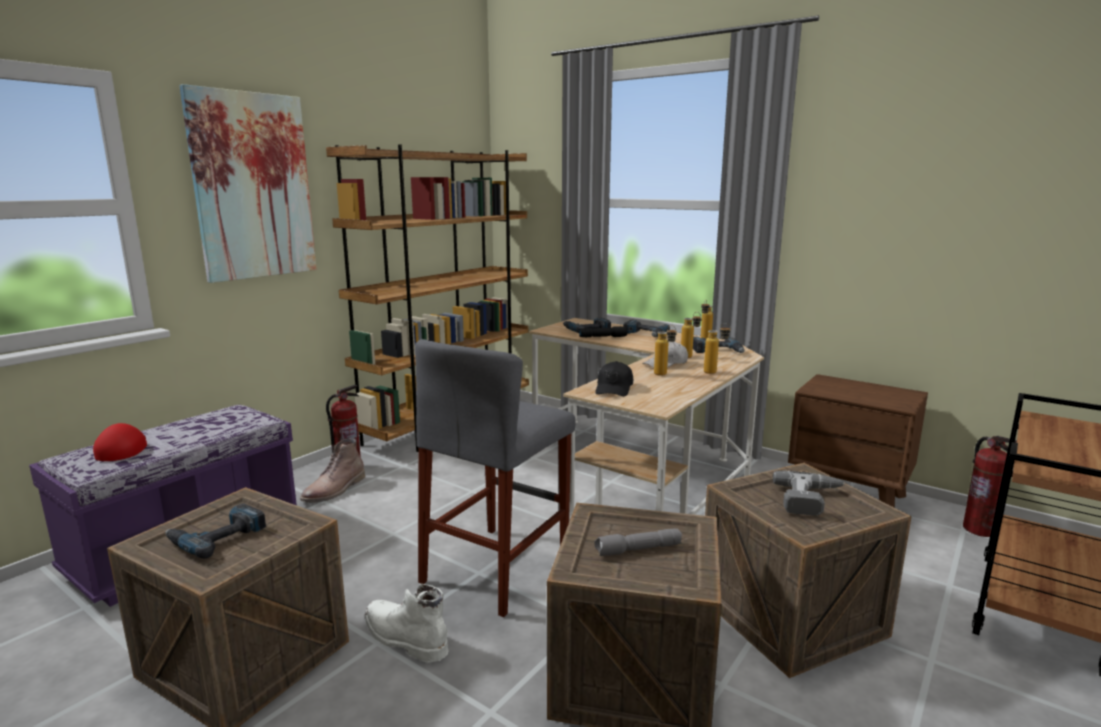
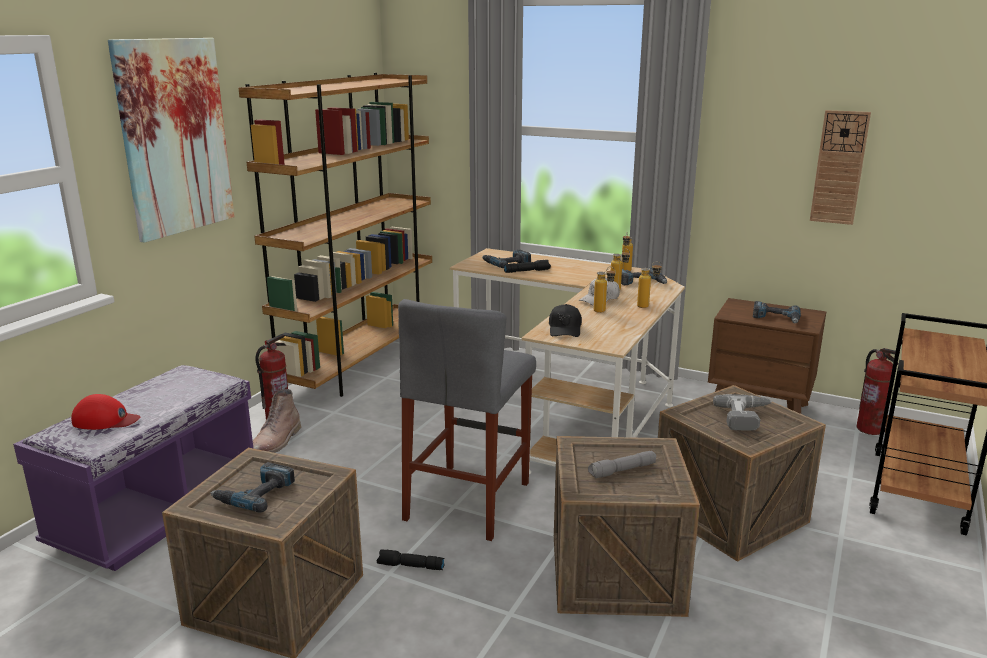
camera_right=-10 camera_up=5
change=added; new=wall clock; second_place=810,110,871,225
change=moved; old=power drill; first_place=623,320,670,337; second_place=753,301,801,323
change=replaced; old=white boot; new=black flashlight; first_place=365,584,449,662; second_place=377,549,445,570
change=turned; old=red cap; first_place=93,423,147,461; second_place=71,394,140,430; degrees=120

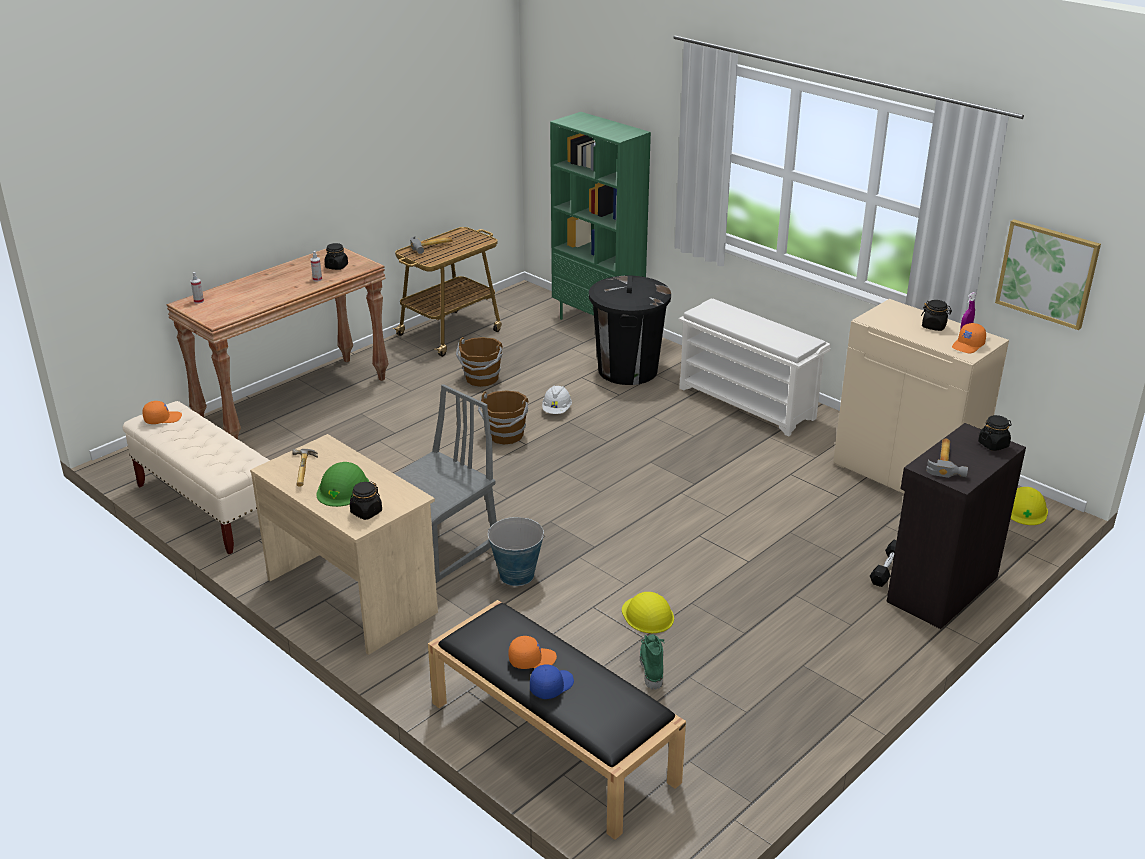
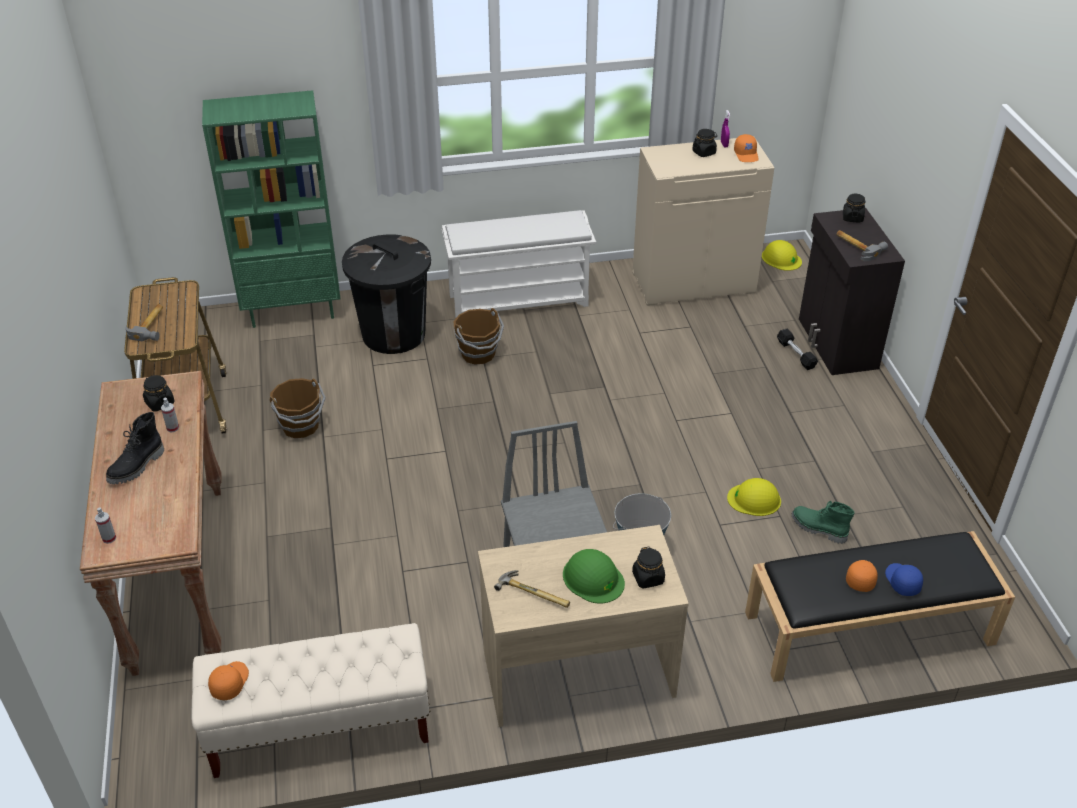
camera_right=-55 camera_up=10
change=removed; old=white hard hat; first_place=542,385,572,414
change=removed; old=picture; first_place=995,219,1101,330
change=added; new=black boot; second_place=106,412,164,484
change=moved; old=brown bucket; first_place=478,390,528,445; second_place=453,308,504,365

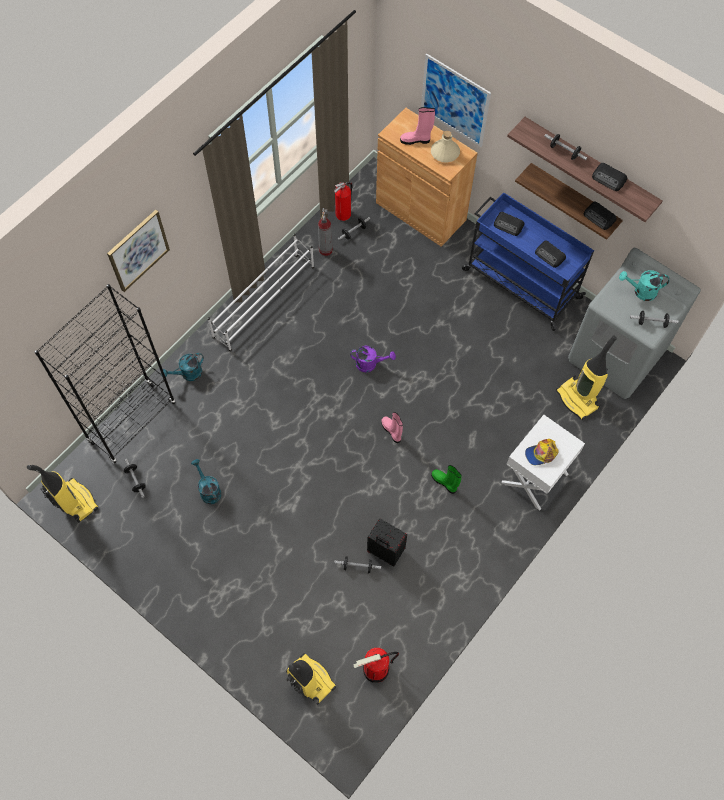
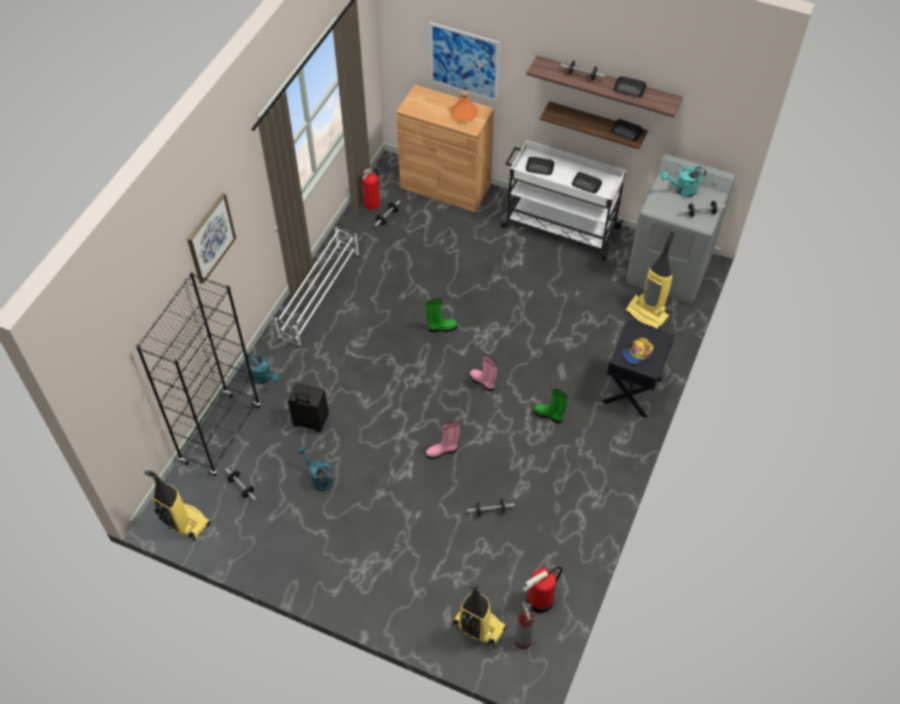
camera_right=-15 camera_up=-10
change=moved; old=fire extinguisher; first_place=318,208,333,256; second_place=515,602,535,649
change=moved; old=black suitcase; first_place=367,519,407,566; second_place=288,383,329,433
change=moved; old=pink boot; first_place=400,107,435,145; second_place=426,421,460,459
change=replaced; old=purple watering can; new=green boot; first_place=350,346,396,372; second_place=426,299,458,332
change=recoloured; old=beige bottle; new=orange bottle; first_place=431,131,460,162; second_place=450,90,478,122
change=recoloured; old=blue cart; new=white cart; first_place=462,192,594,331; second_place=501,140,626,261
change=recoloured; old=white nightstand; new=black nightstand; first_place=501,415,585,511; second_place=602,320,674,418
change=turned; old=turquoise watering can; first_place=162,353,204,381; second_place=247,352,280,384; degrees=-90

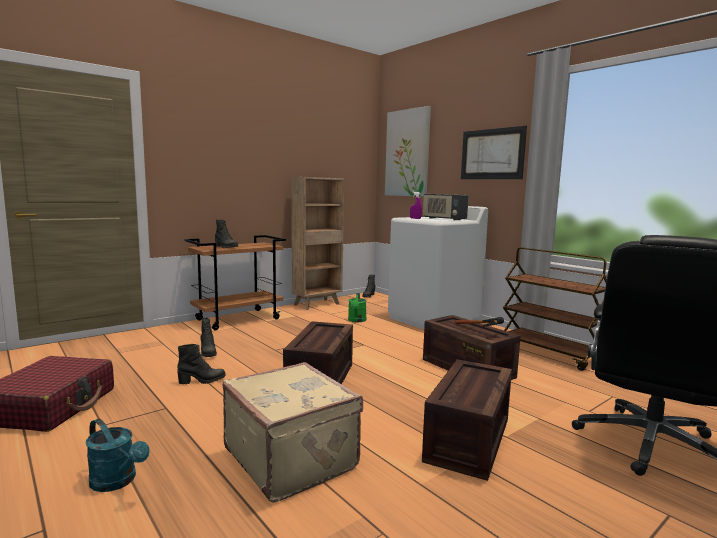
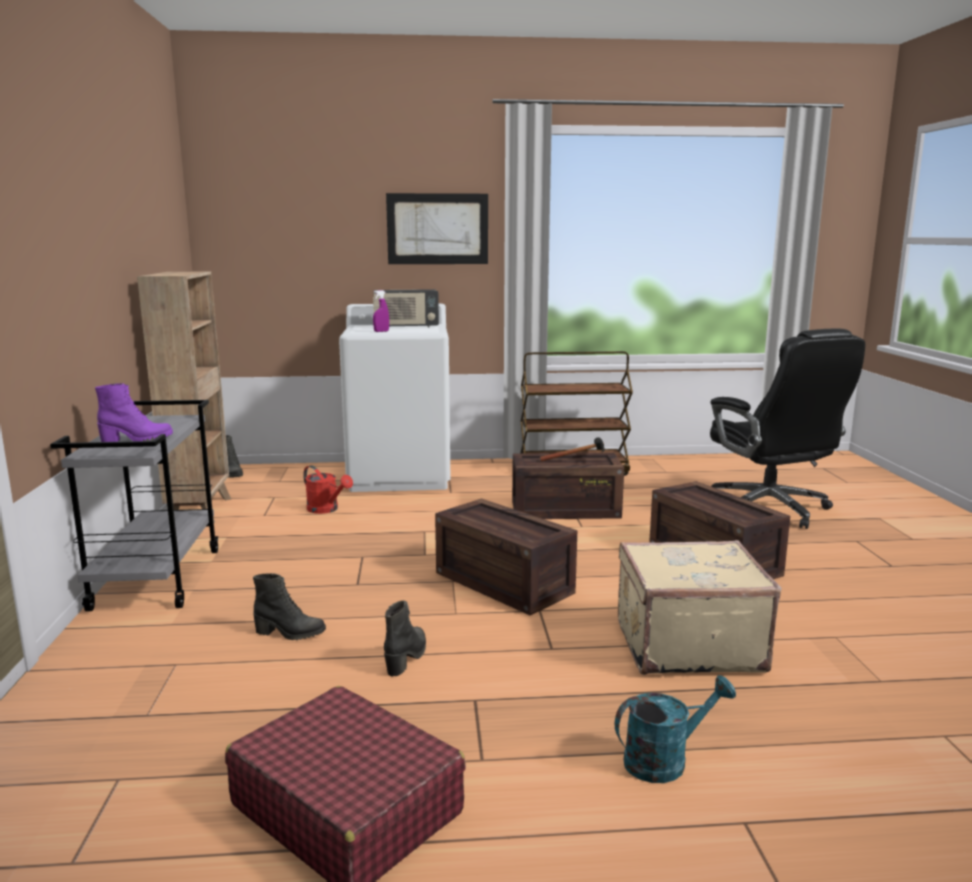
camera_right=-55 camera_up=5
change=removed; old=picture; first_place=385,106,431,197
change=recoloured; old=brown cart; new=grey cart; first_place=184,235,286,330; second_place=50,400,219,612
change=recoloured; old=black boot; new=purple boot; first_place=215,219,238,248; second_place=95,383,173,442
change=recoloured; old=green watering can; new=red watering can; first_place=348,293,366,322; second_place=303,465,353,514

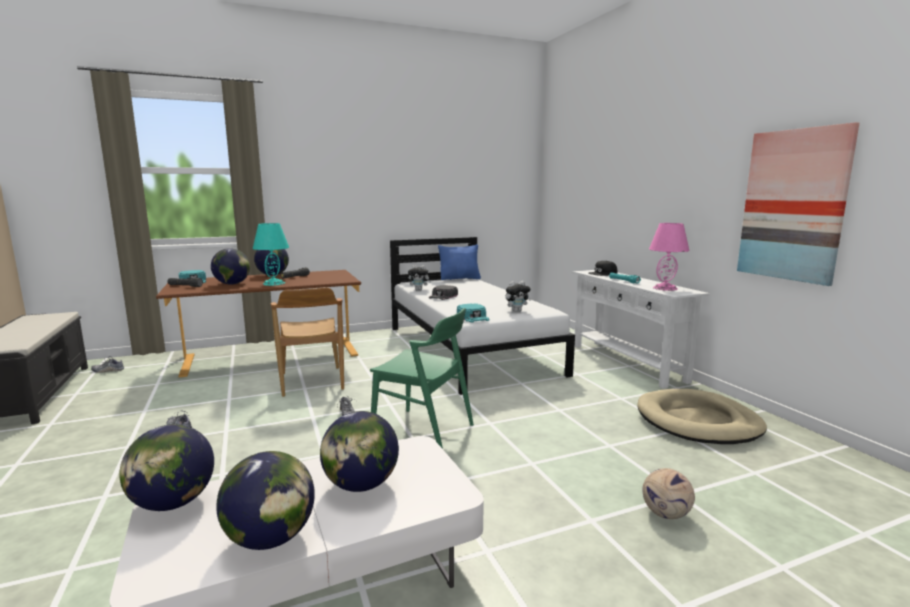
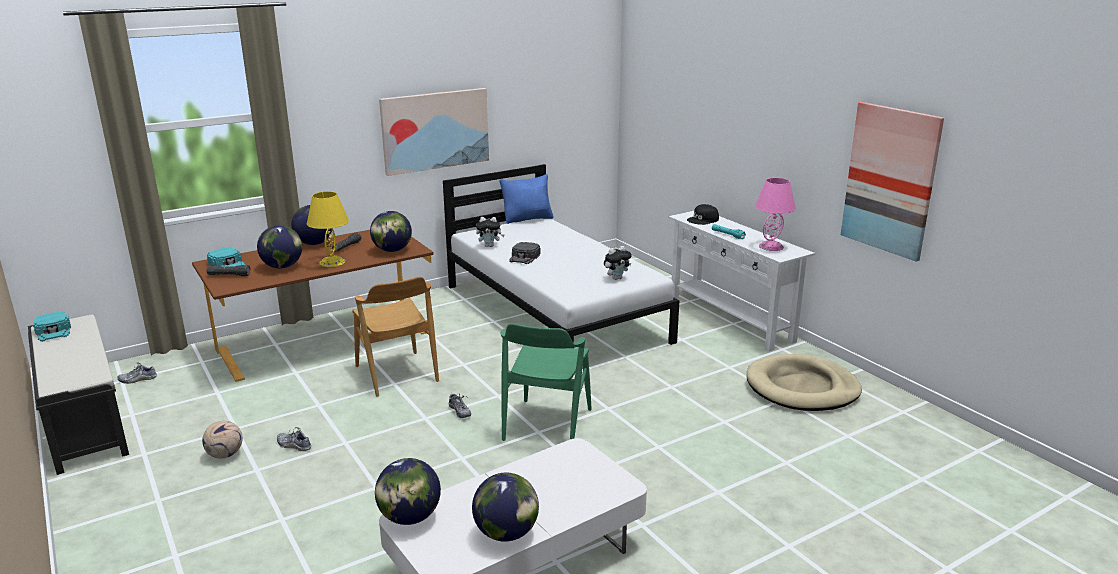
camera_right=-10 camera_up=10
change=added; new=picture; second_place=379,88,489,176
change=moved; old=globe; first_place=320,411,399,492; second_place=370,211,412,252
change=moved; old=turquoise cap; first_place=457,303,489,323; second_place=33,311,71,342
change=moved; old=football; first_place=642,468,695,519; second_place=202,421,243,459
change=recoloured; old=turquoise table lamp; new=yellow table lamp; first_place=253,223,289,286; second_place=307,191,349,267
change=turned; old=green chair; first_place=370,308,474,449; second_place=500,323,592,441; degrees=90

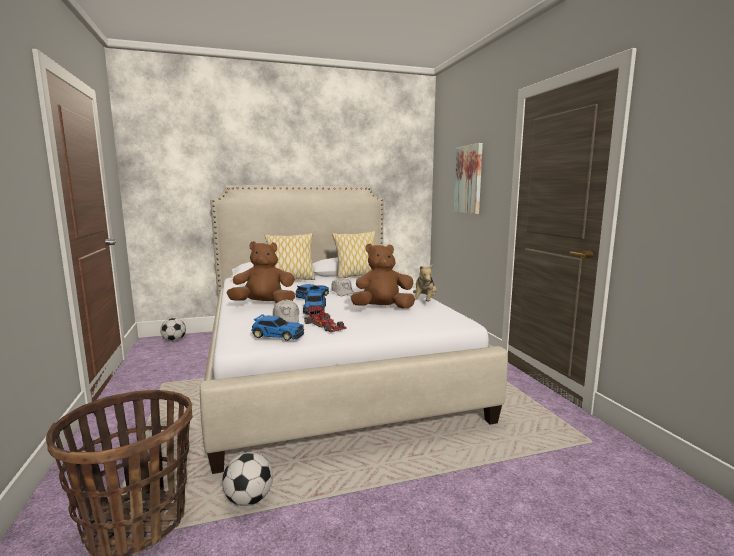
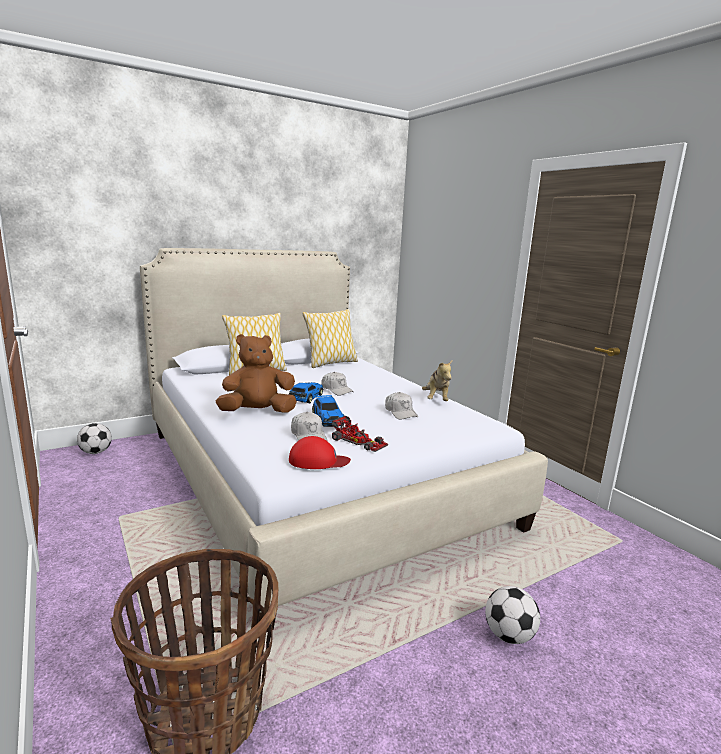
camera_right=-15 camera_up=5
change=removed; old=picture; first_place=454,143,483,214
change=moved; old=football; first_place=222,452,273,506; second_place=485,586,540,644
change=replaced; old=toy car; new=red cap; first_place=251,314,304,341; second_place=289,436,351,469
change=replaced; old=brown plush toy; new=white cap; first_place=351,244,415,309; second_place=385,392,419,420

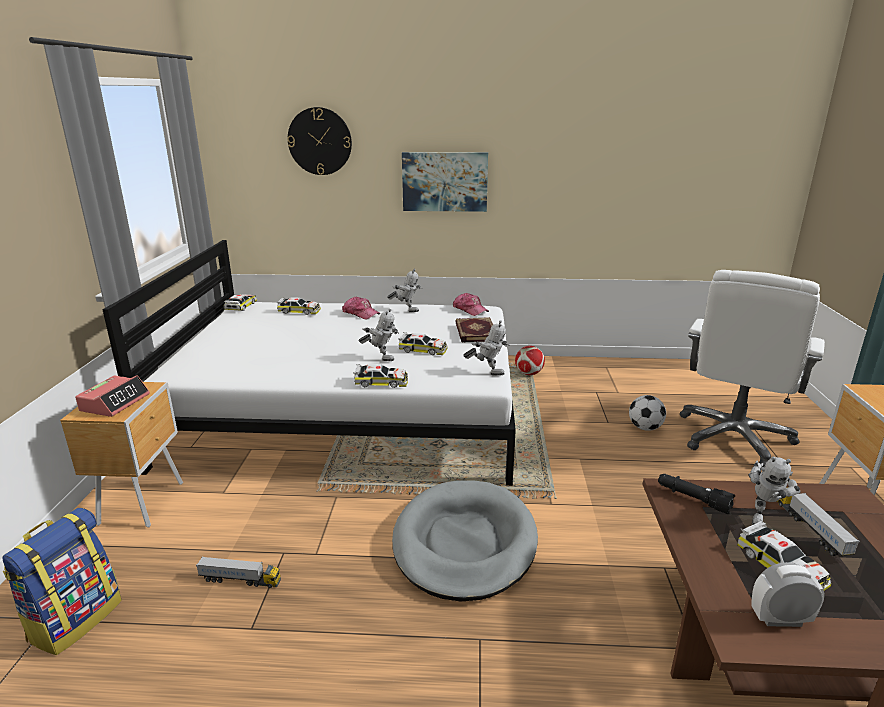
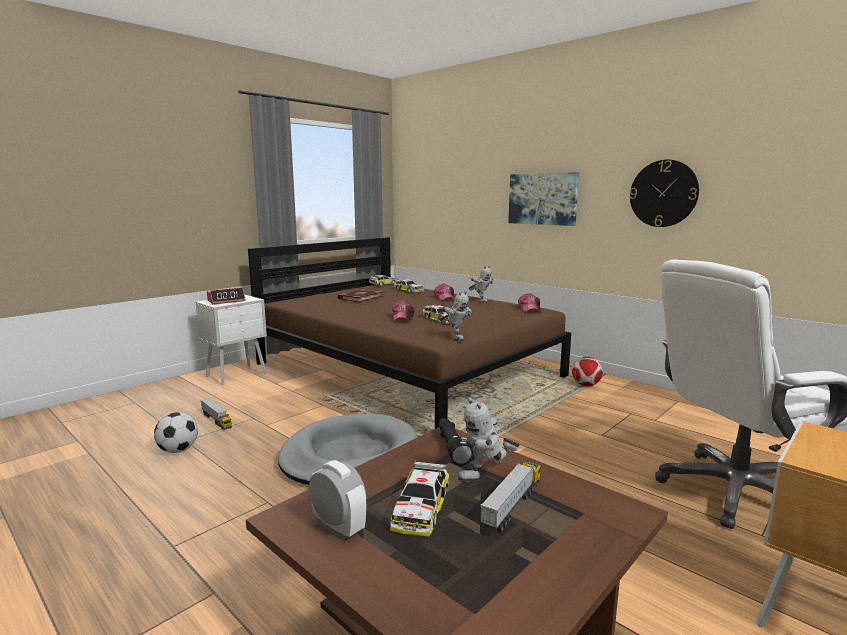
camera_right=40 camera_up=-10
change=removed; old=backpack; first_place=2,508,122,655
change=removed; old=toy car; first_place=354,364,408,388
change=moved; old=wall clock; first_place=287,107,352,175; second_place=629,160,699,227
change=moved; old=book; first_place=455,317,493,342; second_place=338,289,383,302
change=moved; old=football; first_place=629,395,666,431; second_place=154,412,198,453
change=replaced; old=toy robot; new=cap; first_place=358,309,399,361; second_place=392,300,415,321
change=recoloured; old=brown nightstand; new=white nightstand; first_place=60,382,183,528; second_place=195,295,267,385
change=recoloured; old=white bed; new=brown bed; first_place=102,240,516,486; second_place=248,237,571,429

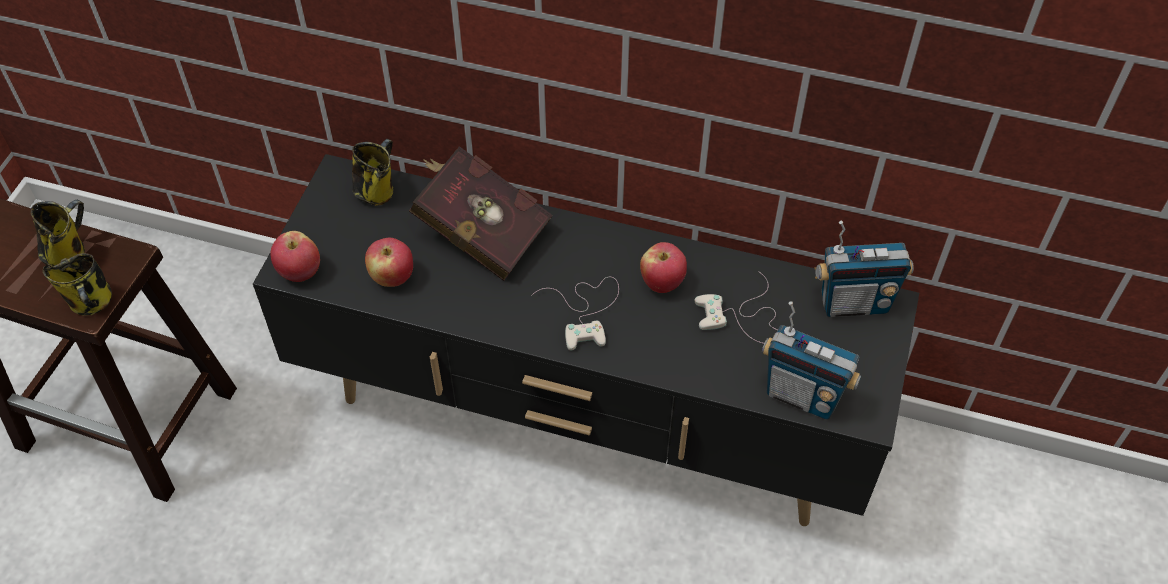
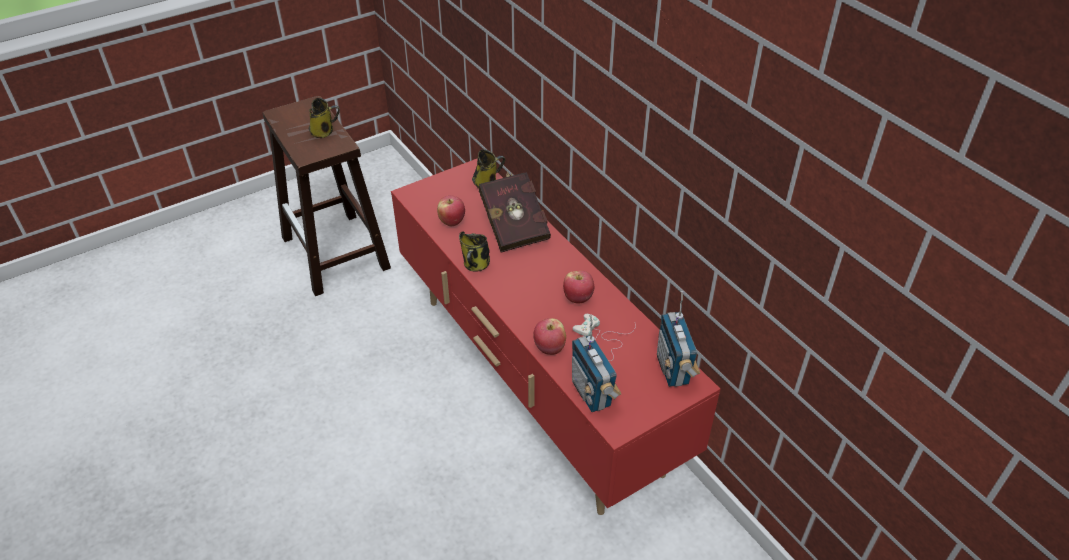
camera_right=40 camera_up=-10
change=removed; old=white game controller; first_place=531,277,619,350
change=moved; old=mug; first_place=42,253,112,315; second_place=459,232,490,272
change=moved; old=apple; first_place=270,231,320,282; second_place=533,318,566,355
change=recoloured; old=black tv stand; new=red tv stand; first_place=253,154,919,526; second_place=391,158,720,515
change=turned; old=radio; first_place=814,221,914,317; second_place=657,291,700,387; degrees=45

